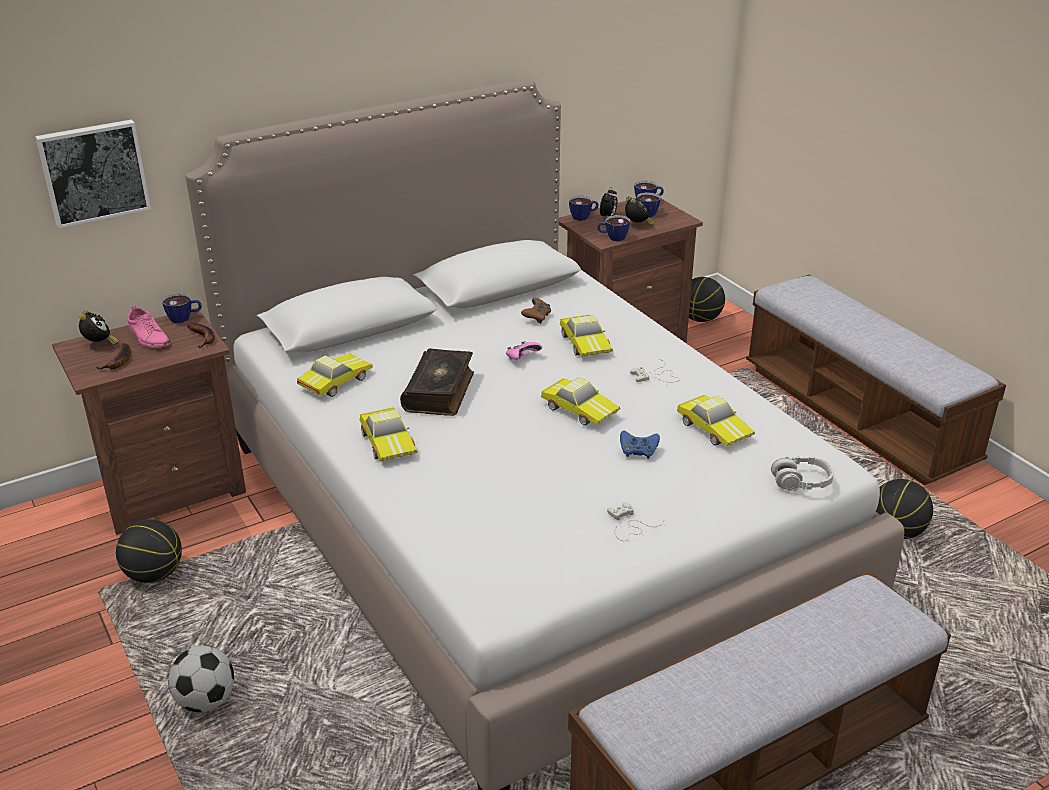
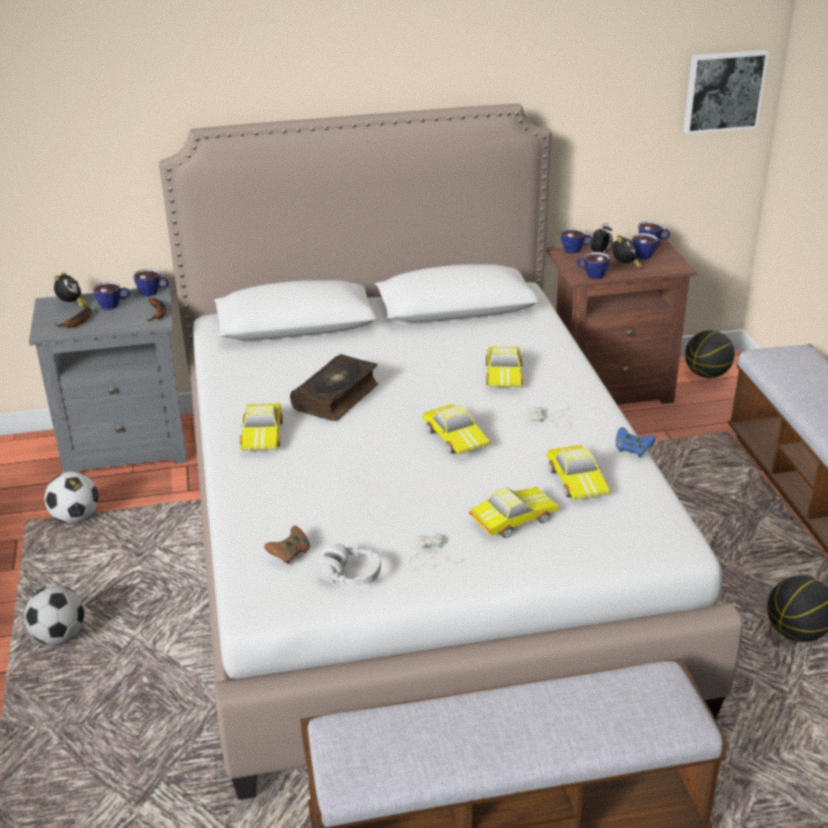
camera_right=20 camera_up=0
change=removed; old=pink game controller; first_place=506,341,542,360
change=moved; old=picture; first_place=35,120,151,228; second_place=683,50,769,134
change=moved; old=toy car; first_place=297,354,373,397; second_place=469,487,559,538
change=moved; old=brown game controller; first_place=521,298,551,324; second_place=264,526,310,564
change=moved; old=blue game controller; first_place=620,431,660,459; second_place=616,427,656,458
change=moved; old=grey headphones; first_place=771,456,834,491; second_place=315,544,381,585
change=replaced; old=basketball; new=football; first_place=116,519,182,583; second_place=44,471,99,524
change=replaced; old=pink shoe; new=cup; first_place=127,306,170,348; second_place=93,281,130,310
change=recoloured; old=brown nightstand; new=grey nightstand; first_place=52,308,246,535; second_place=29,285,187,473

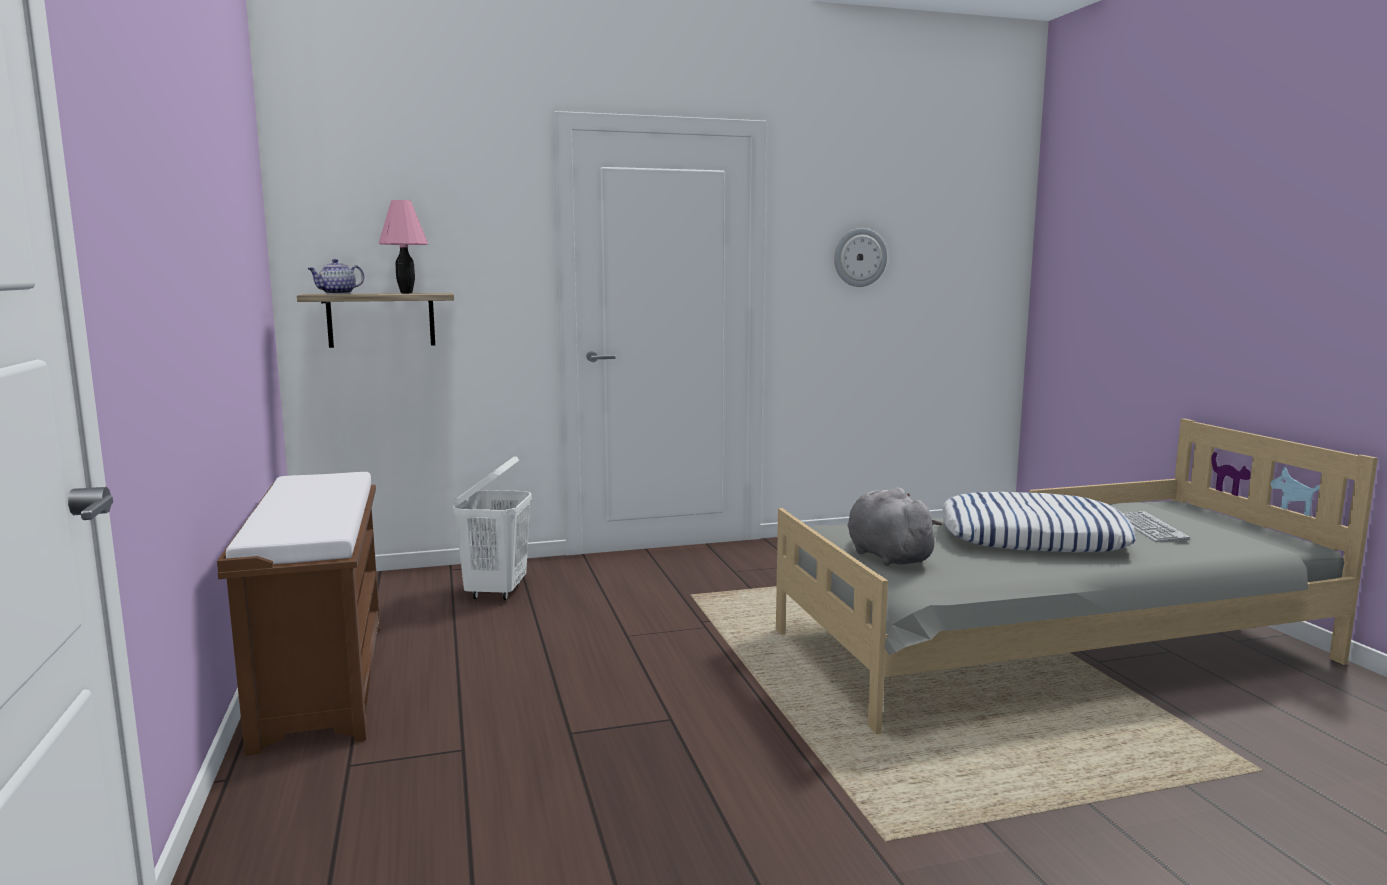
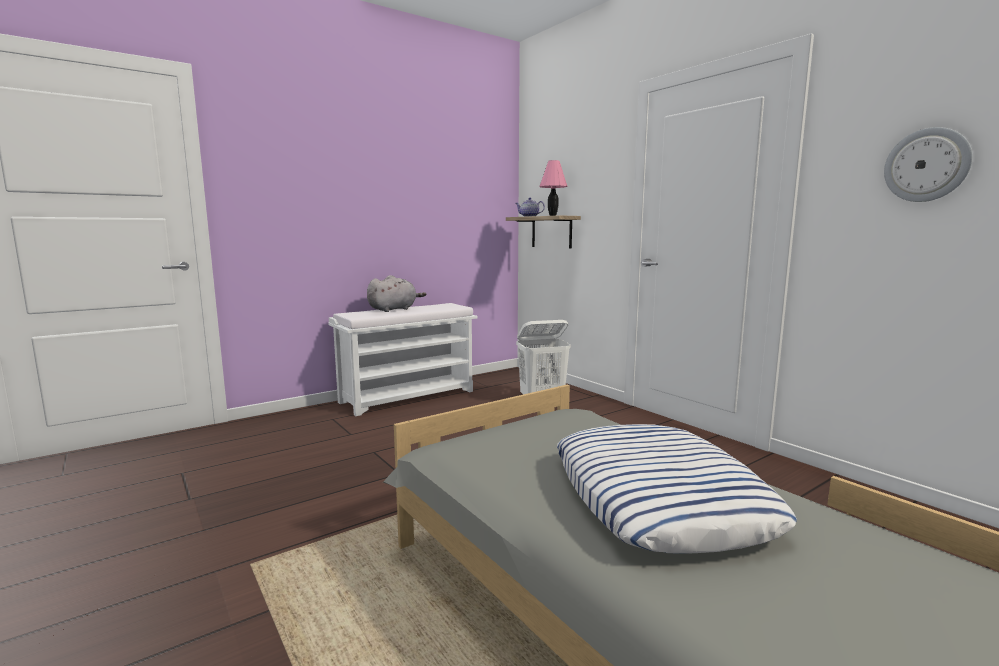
camera_right=70 camera_up=0
change=removed; old=keyboard; first_place=1123,511,1190,542
change=moved; old=grey plush toy; first_place=848,487,942,566; second_place=367,275,426,312
change=recoloured; old=brown bench; new=white bench; first_place=217,472,380,756; second_place=328,303,478,416

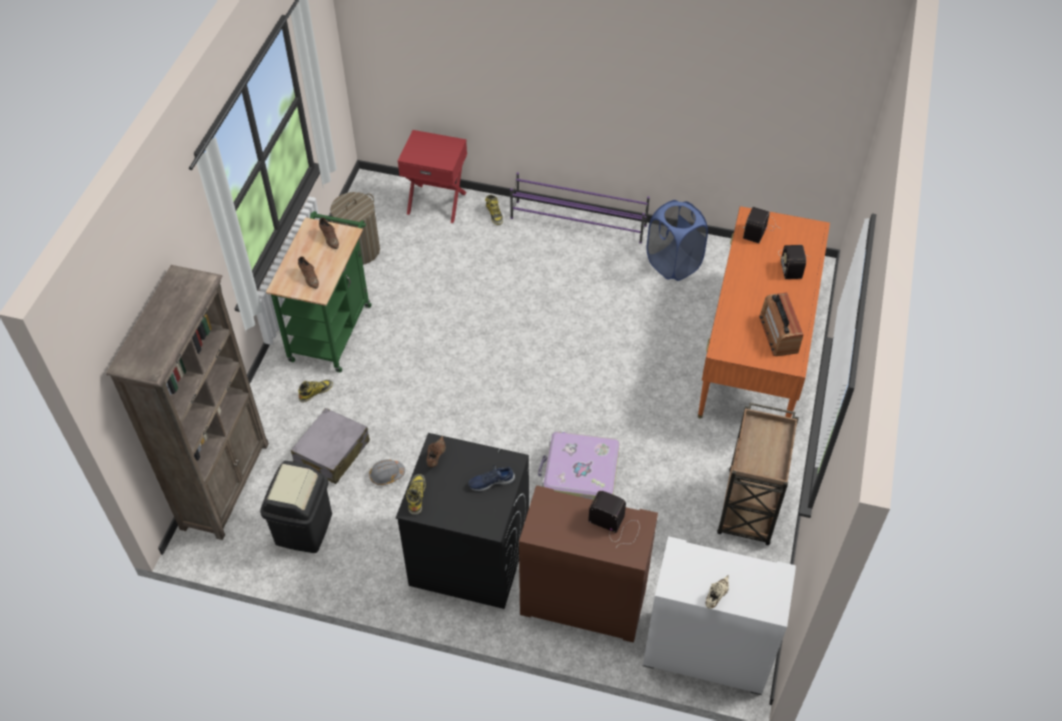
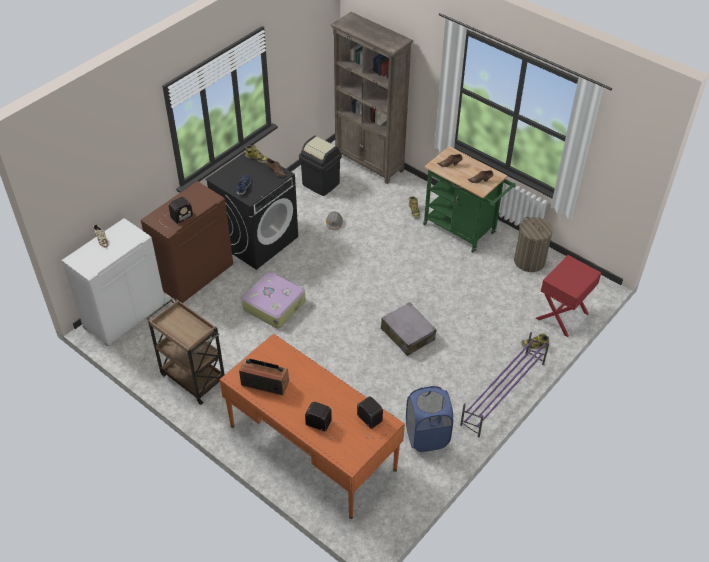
camera_right=115 camera_up=-5
change=moved; old=grey suitcase; first_place=291,408,370,484; second_place=381,302,437,356

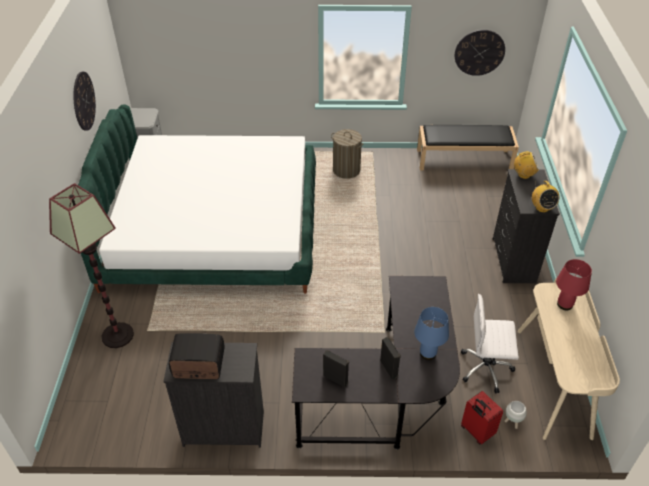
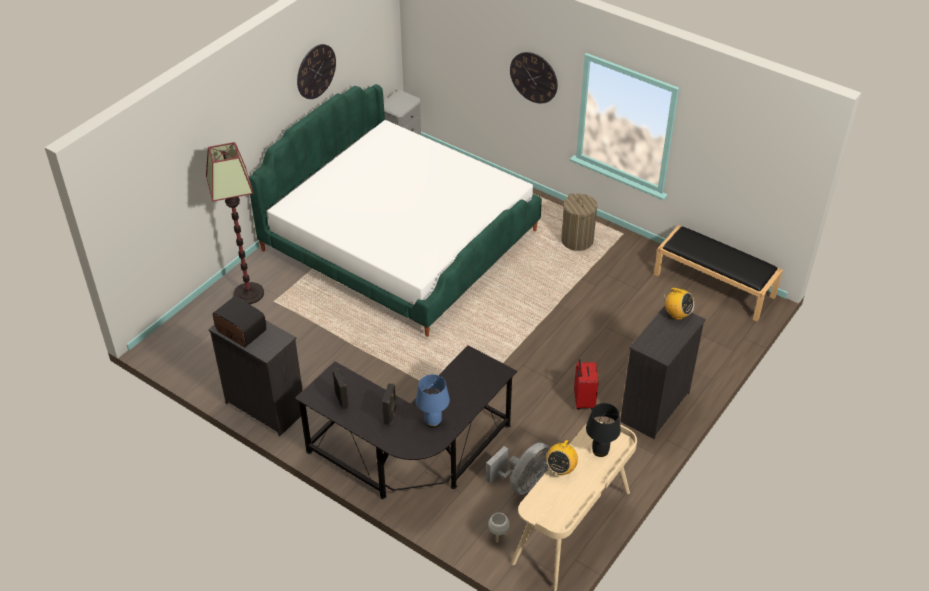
camera_right=35 camera_up=0
change=moved; old=wall clock; first_place=455,30,505,76; second_place=510,52,558,103
change=moved; old=red suitcase; first_place=461,391,503,444; second_place=574,359,599,410
change=moved; old=radio; first_place=532,181,559,213; second_place=546,437,578,475
change=replaced; old=white office chair; new=grey fan; first_place=461,294,519,393; second_place=486,443,550,495
change=recoloured; old=red table lamp; new=black table lamp; first_place=556,259,592,310; second_place=586,403,621,457

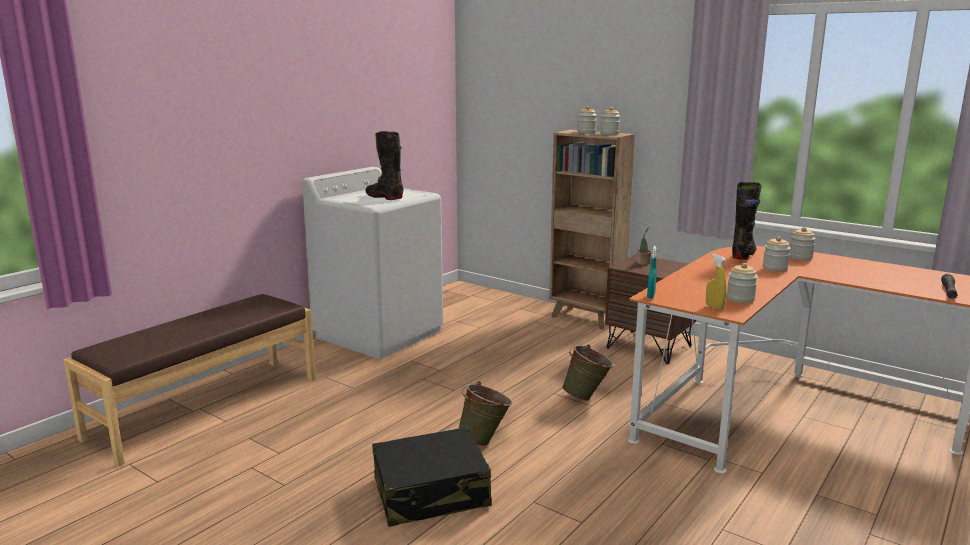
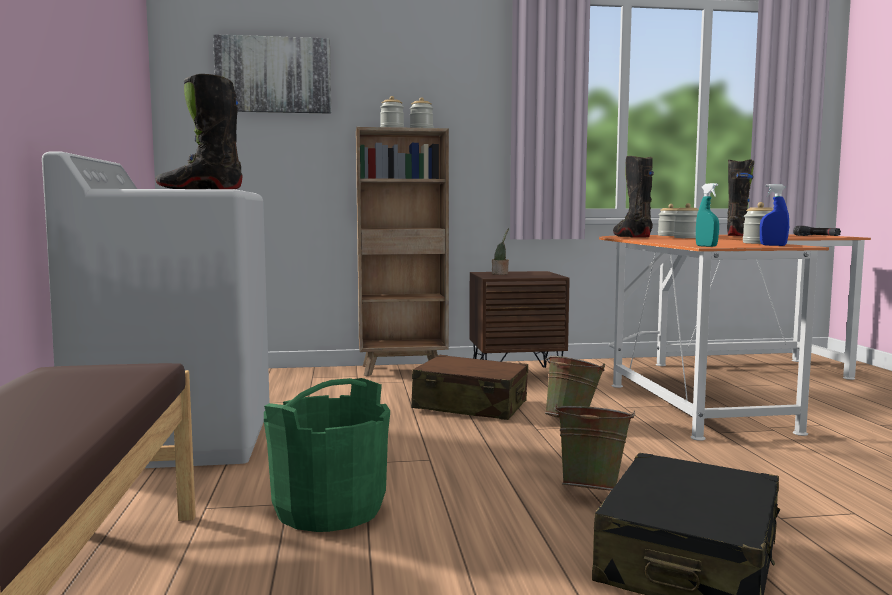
camera_right=-45 camera_up=-10
change=added; new=picture; second_place=213,34,331,114
change=added; new=green bucket; second_place=264,378,390,532
change=added; new=brown suitcase; second_place=411,355,528,420
change=added; new=black boot; second_place=727,159,754,236
change=recoloured; old=yellow spray bottle; new=blue spray bottle; first_place=706,254,726,310; second_place=760,184,789,246

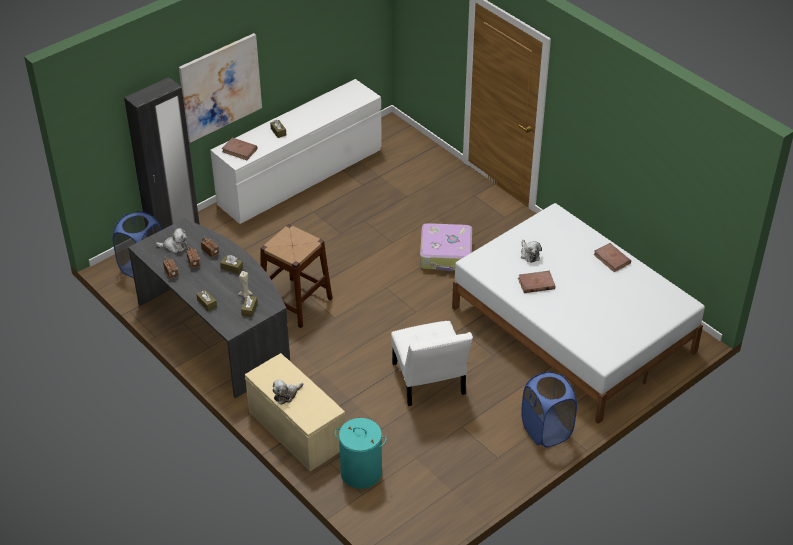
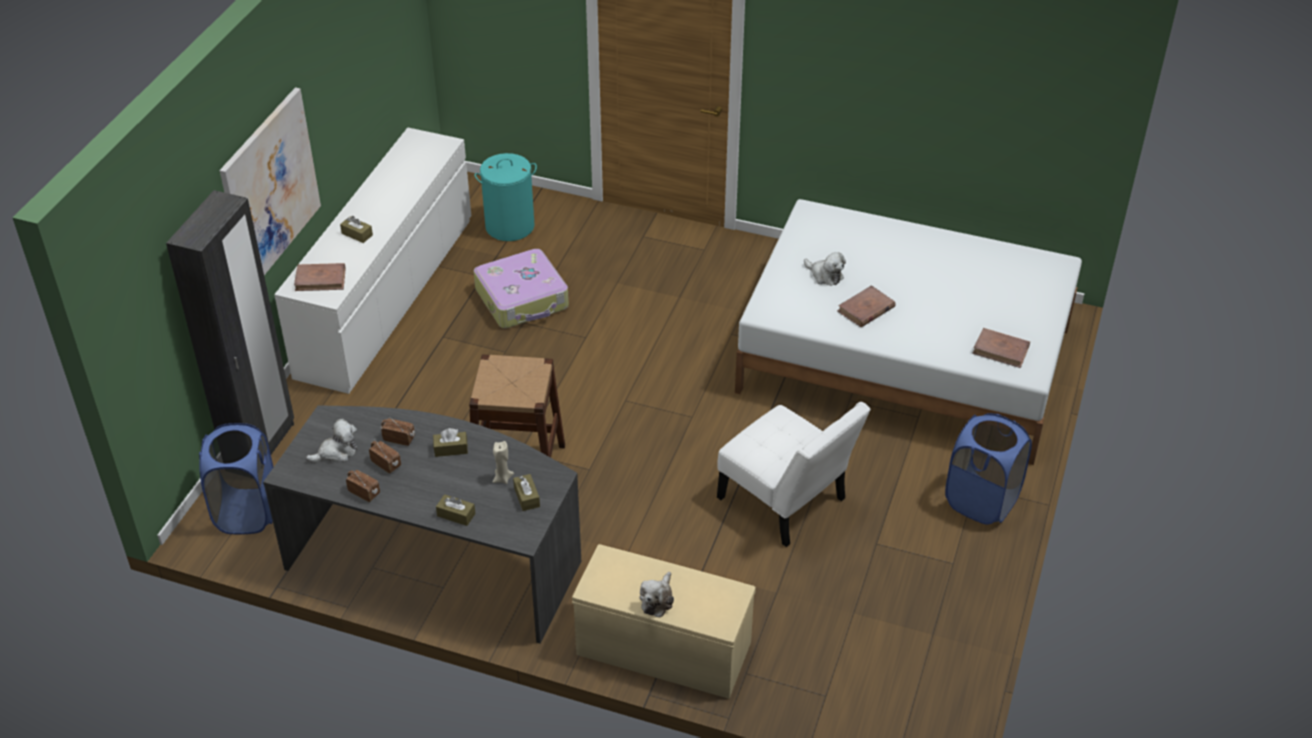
camera_right=-30 camera_up=0
change=moved; old=turquoise laundry basket; first_place=335,418,387,489; second_place=475,153,537,241
change=moved; old=suitcase; first_place=420,223,472,271; second_place=474,249,569,328
change=moved; old=brown book; first_place=593,243,631,272; second_place=972,328,1030,368

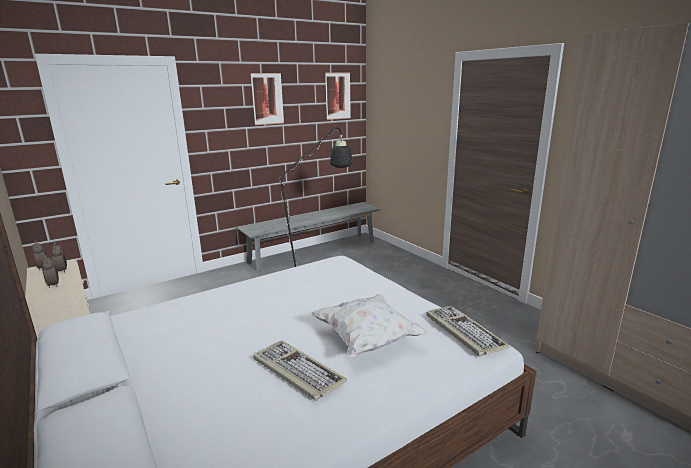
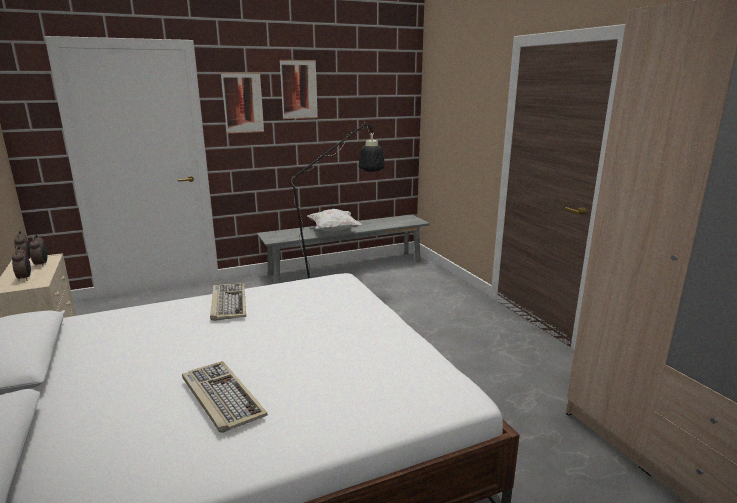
camera_right=10 camera_up=0
change=moved; old=white pillow; first_place=311,294,427,357; second_place=307,209,362,232
change=moved; old=picture; first_place=325,72,351,120; second_place=221,72,264,134
change=moved; old=keyboard; first_place=426,306,510,357; second_place=210,283,246,321

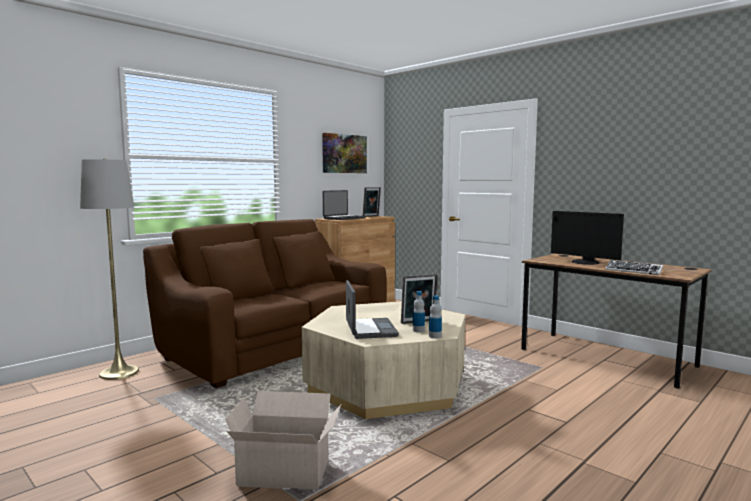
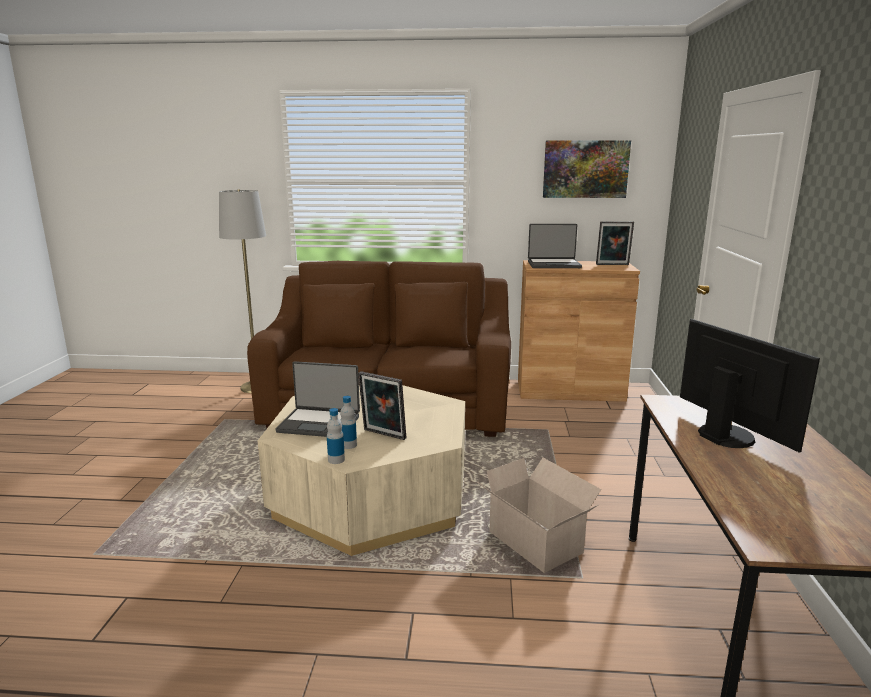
camera_right=50 camera_up=10
change=removed; old=keyboard; first_place=605,260,663,275
change=moved; old=cardboard box; first_place=225,391,341,490; second_place=477,458,601,573
change=turned; old=laptop; first_place=346,280,399,339; second_place=276,361,360,437; degrees=60
change=turned; old=monitor; first_place=551,211,624,265; second_place=680,319,820,453; degrees=150

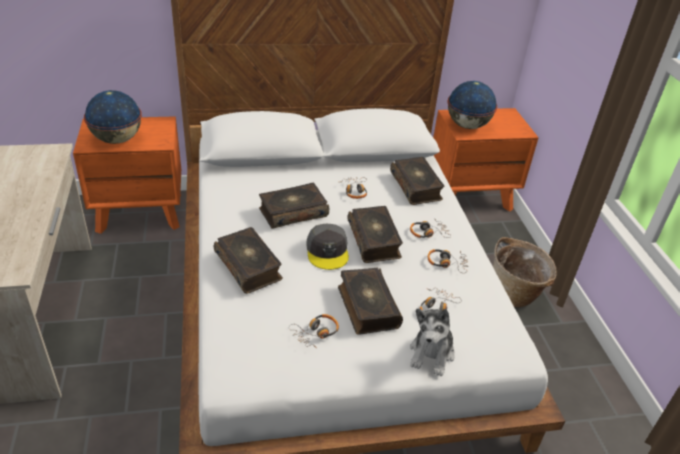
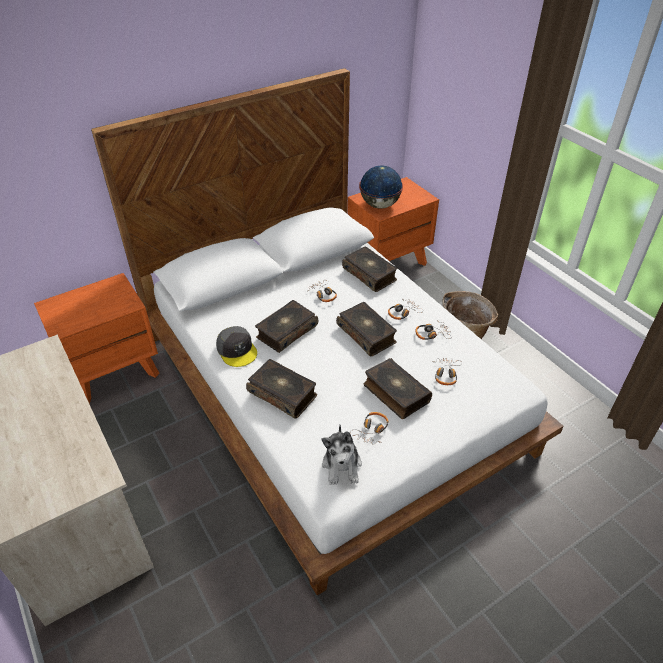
camera_right=-20 camera_up=5
change=removed; old=globe; first_place=84,90,142,144
change=moved; old=grey cap; first_place=306,224,349,270; second_place=216,326,257,367
change=moved; old=plush toy; first_place=410,308,455,376; second_place=322,425,362,485

